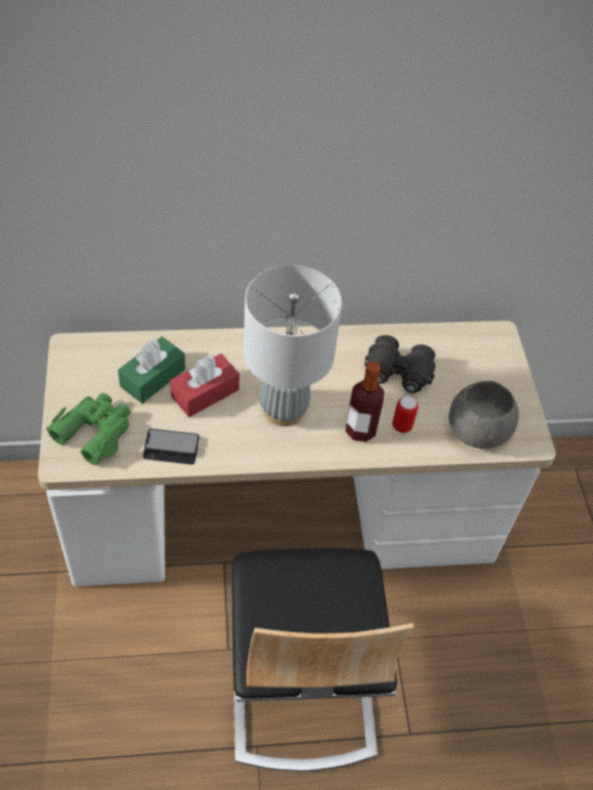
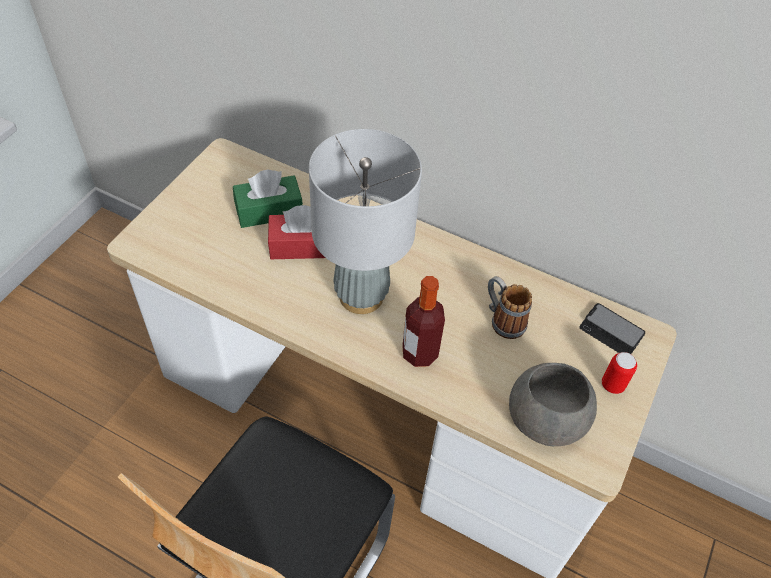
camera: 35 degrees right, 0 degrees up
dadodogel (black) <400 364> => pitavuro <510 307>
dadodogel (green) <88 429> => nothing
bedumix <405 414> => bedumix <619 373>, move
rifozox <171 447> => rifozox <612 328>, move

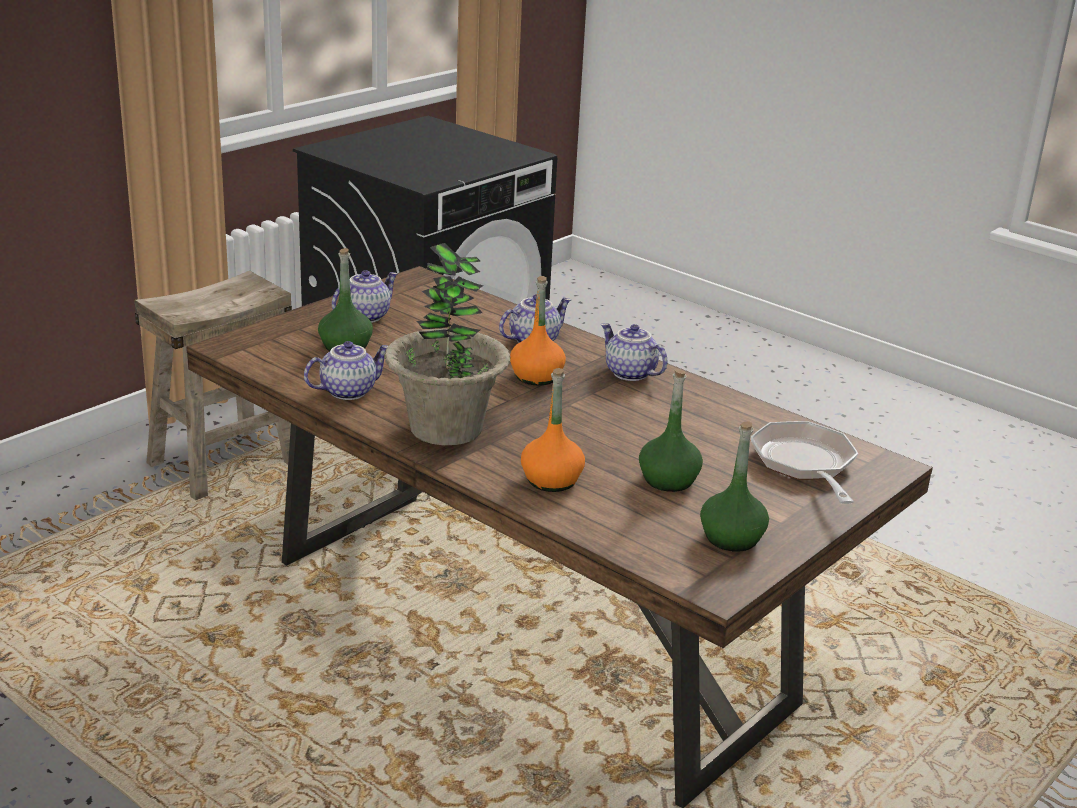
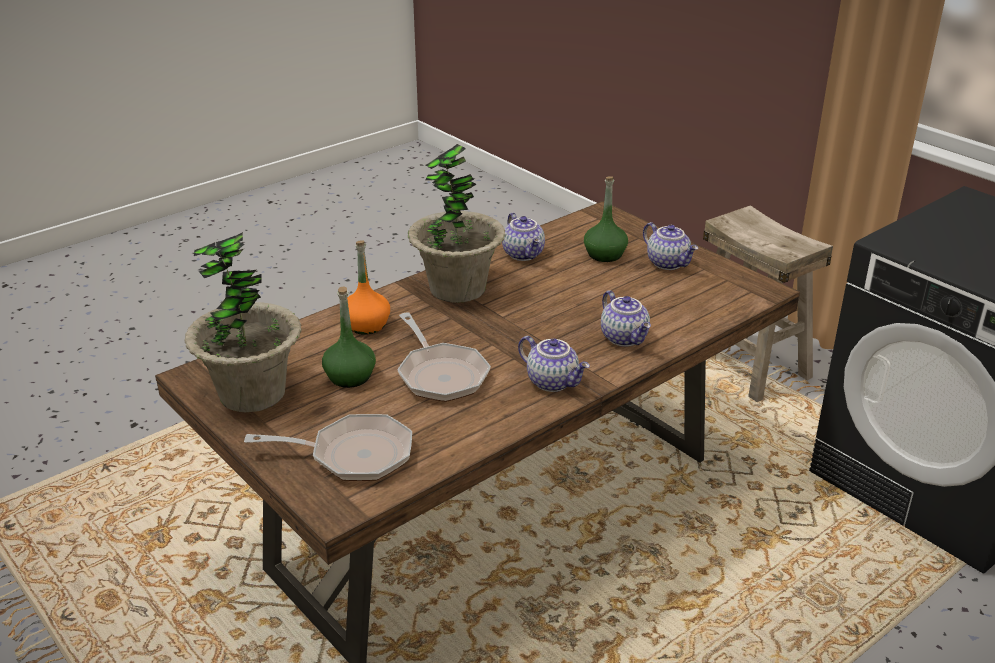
camera: 100 degrees right, 5 degrees up
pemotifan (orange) <538 331> => nothing
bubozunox <634 352> => bubozunox <554 364>, 75 degrees clockwise
pemotifan (green) <734 486> => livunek <243 322>
nothing => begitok <444 357>

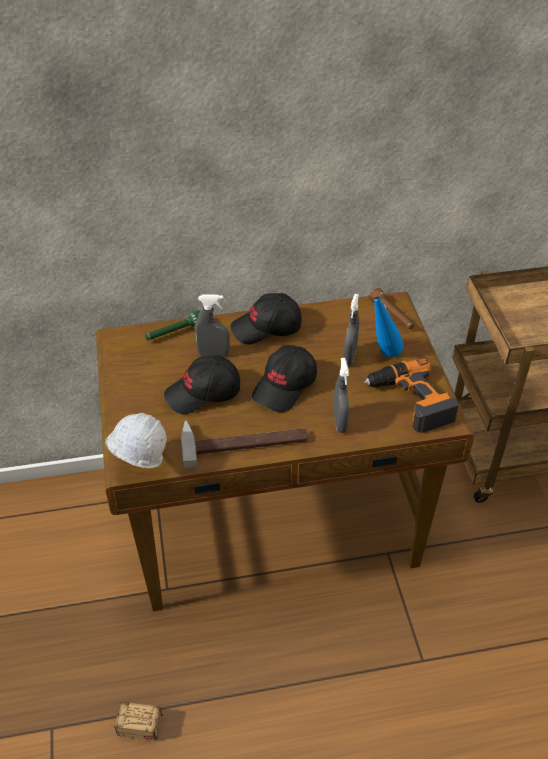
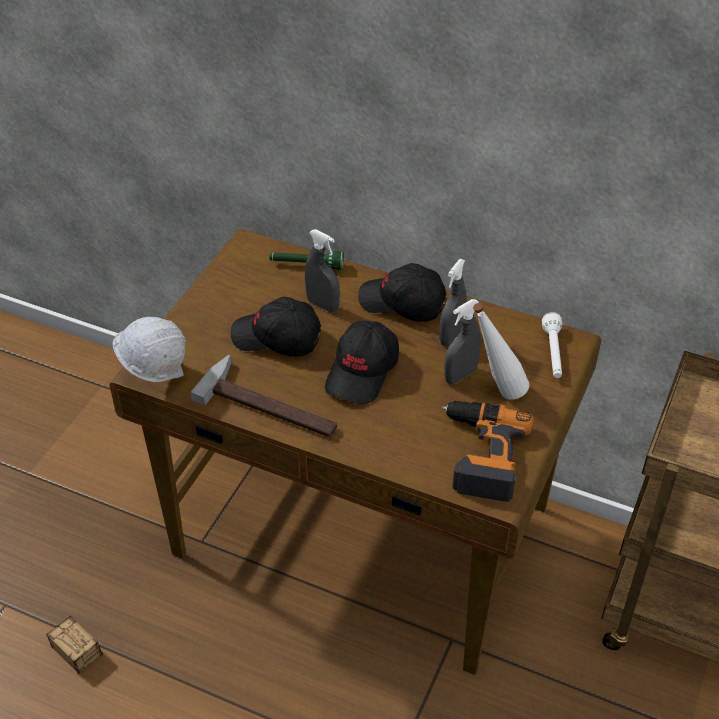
camera: 35 degrees right, 0 degrees up
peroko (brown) <391 308> => peroko (white) <552 345>
pemotifan (blue) <388 324> => pemotifan (white) <501 351>
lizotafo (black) <284 378> => lizotafo (black) <362 362>, 45 degrees counterclockwise
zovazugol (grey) <341 395> => zovazugol (grey) <452 302>, move

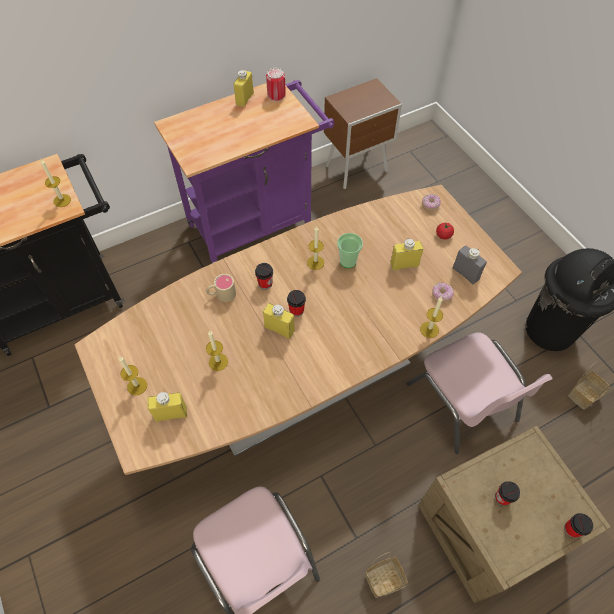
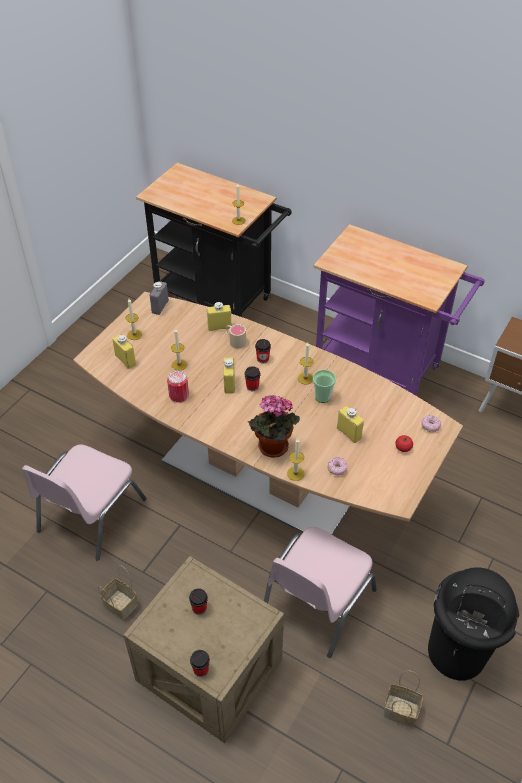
camera: 60 degrees right, 10 degrees down
bedumix <276 84> => bedumix <178 386>, move
pemotifan (yellow) <244 88> => pemotifan (yellow) <219 316>, move
pemotifan (grey) <470 265> => pemotifan (grey) <159 298>, move
nothing => livunek <274 426>

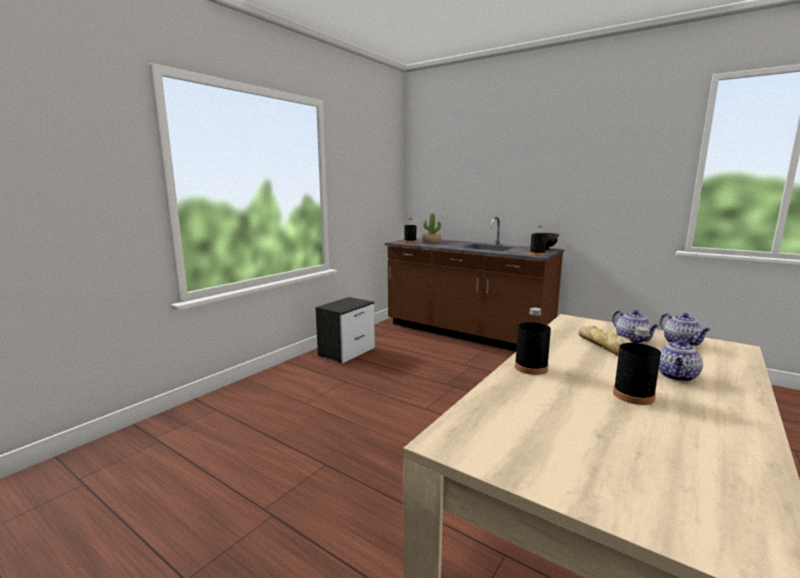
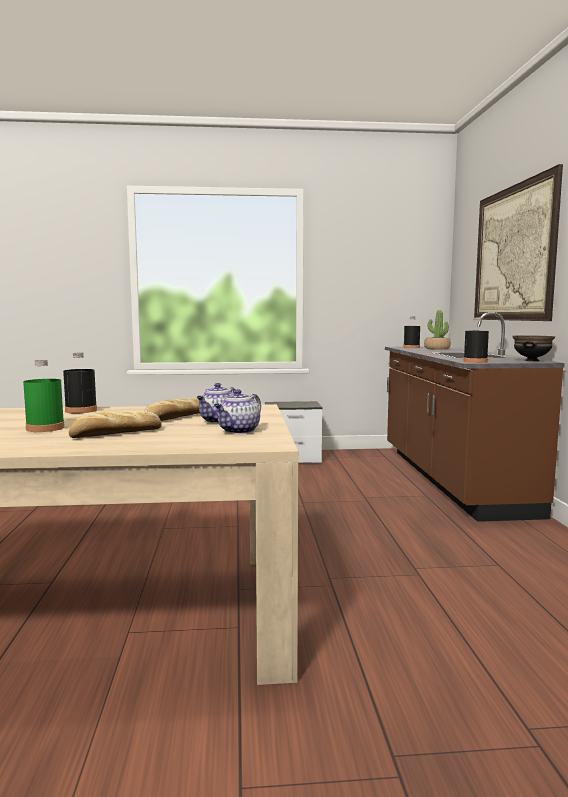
camera: 50 degrees right, 5 degrees down
pemotifan (black) <637 366> => pemotifan (green) <44 395>
bubozunox <681 360> => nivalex <115 424>
nothing => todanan <518 242>

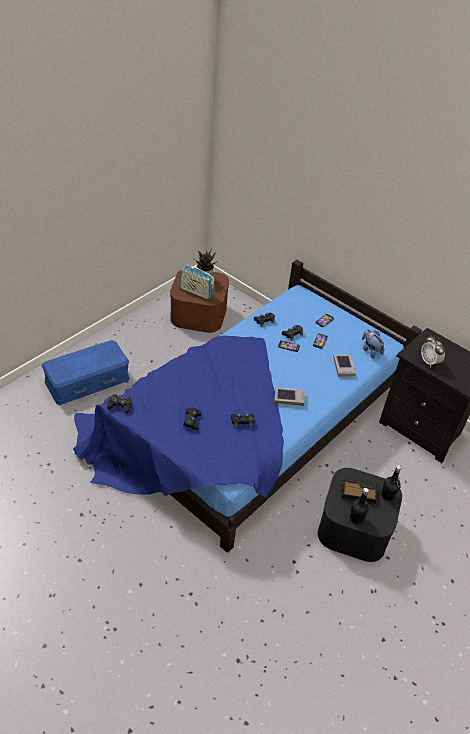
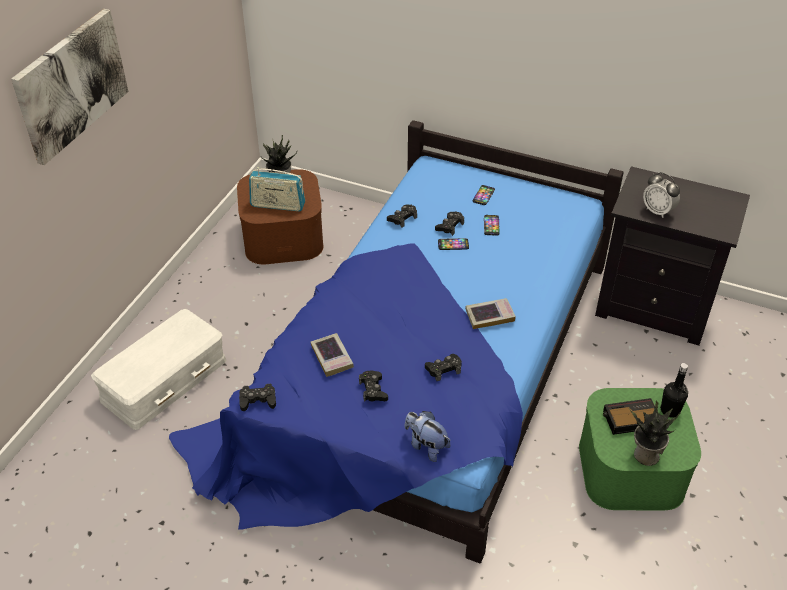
camera: 15 degrees left, 0 degrees up
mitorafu <373 344> => mitorafu <427 436>, move
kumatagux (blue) <86 372> => kumatagux (white) <158 369>
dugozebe <344 365> => dugozebe <332 355>, move
kumatagux (black) <360 515> => kumatagux (green) <640 449>
pemotifan (black) <359 506> => livunek <654 433>
nothing => todanan <69 87>

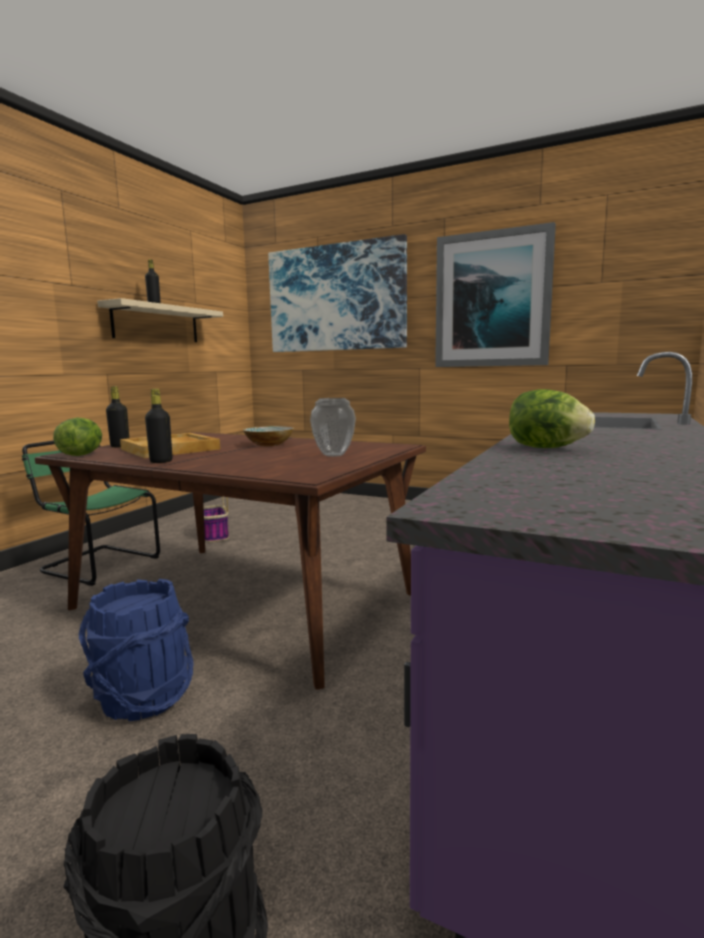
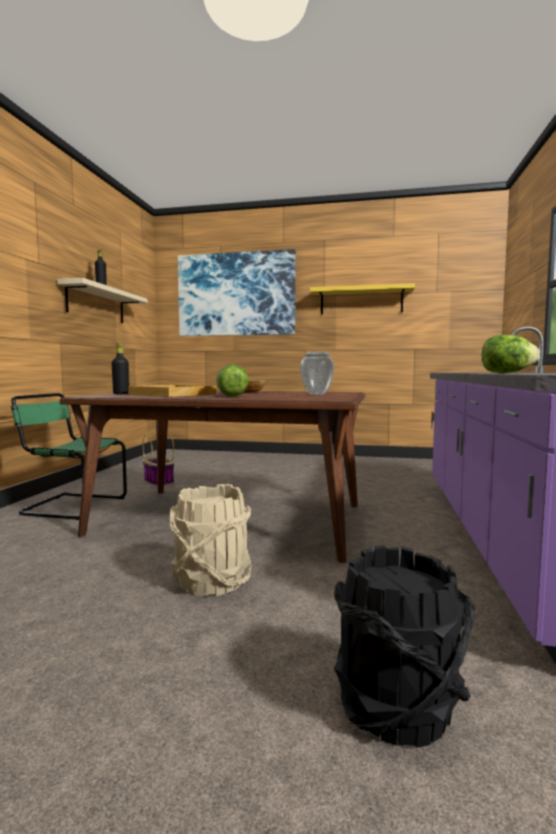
camera: 15 degrees left, 5 degrees down
todanan <495 294> => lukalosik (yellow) <362 298>
pemotifan (black) <159 426> => nothing
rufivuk <77 437> => rufivuk <232 380>, move
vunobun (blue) <136 650> => vunobun (beige) <210 540>

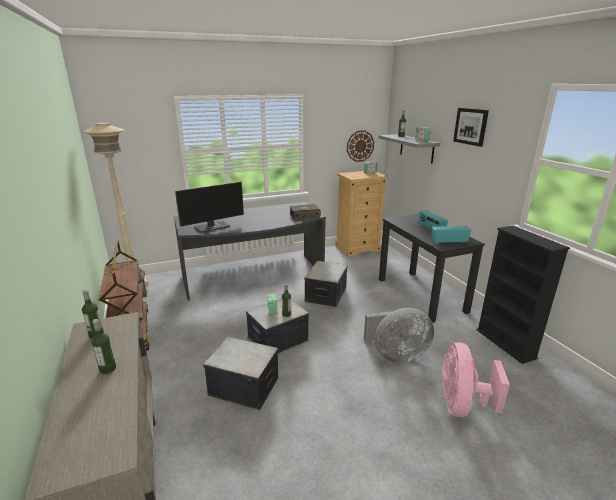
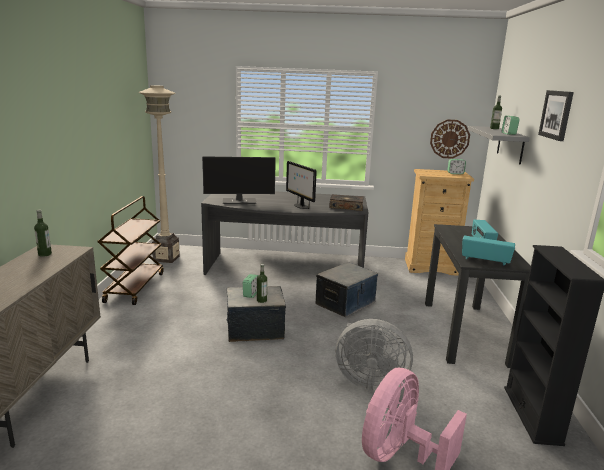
camera: 25 degrees right, 5 degrees down
pemotifan <104 346> => nothing
kumatagux <240 373> => nothing
nothing => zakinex <301 185>

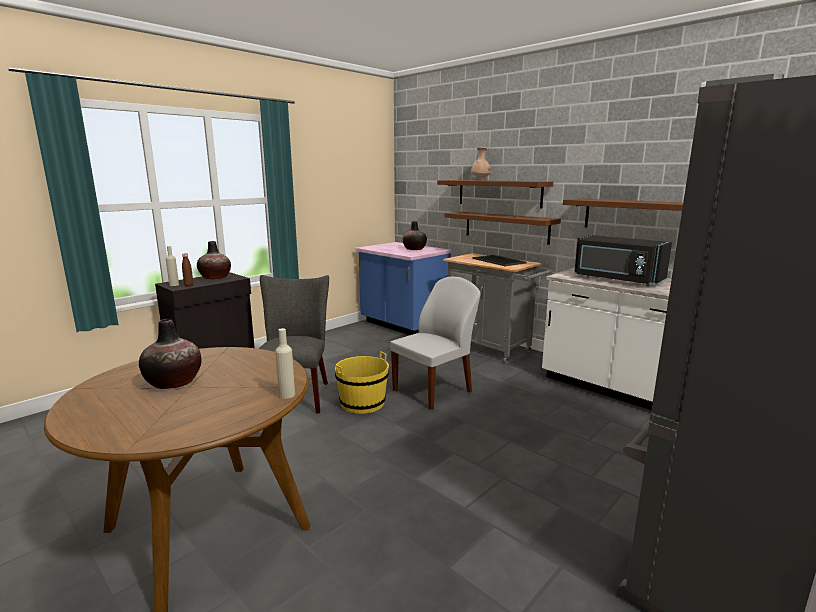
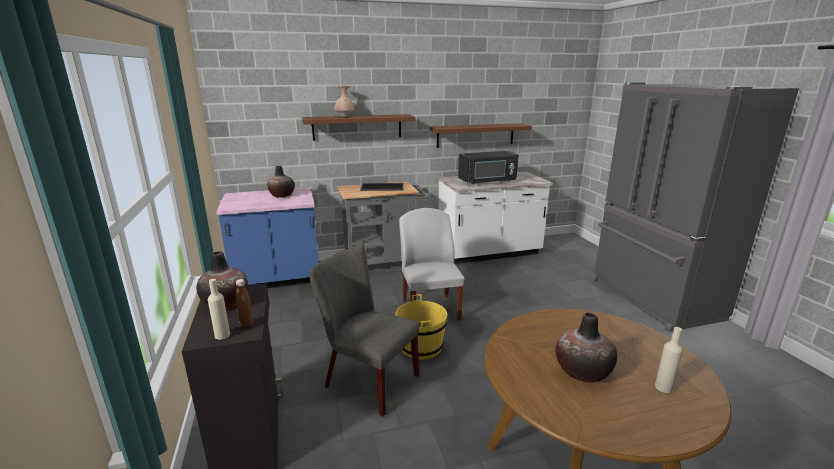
camera: 60 degrees left, 5 degrees up
lukalosik (brown) <502 228> => nothing
pemotifan (beige) <285 363> => pemotifan (beige) <669 360>, move

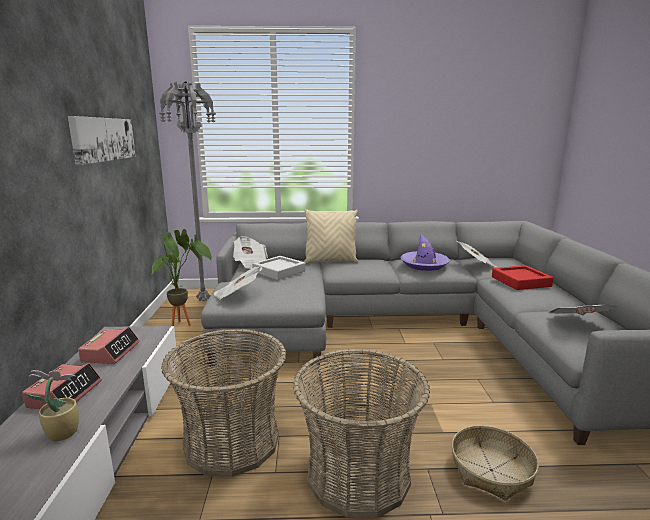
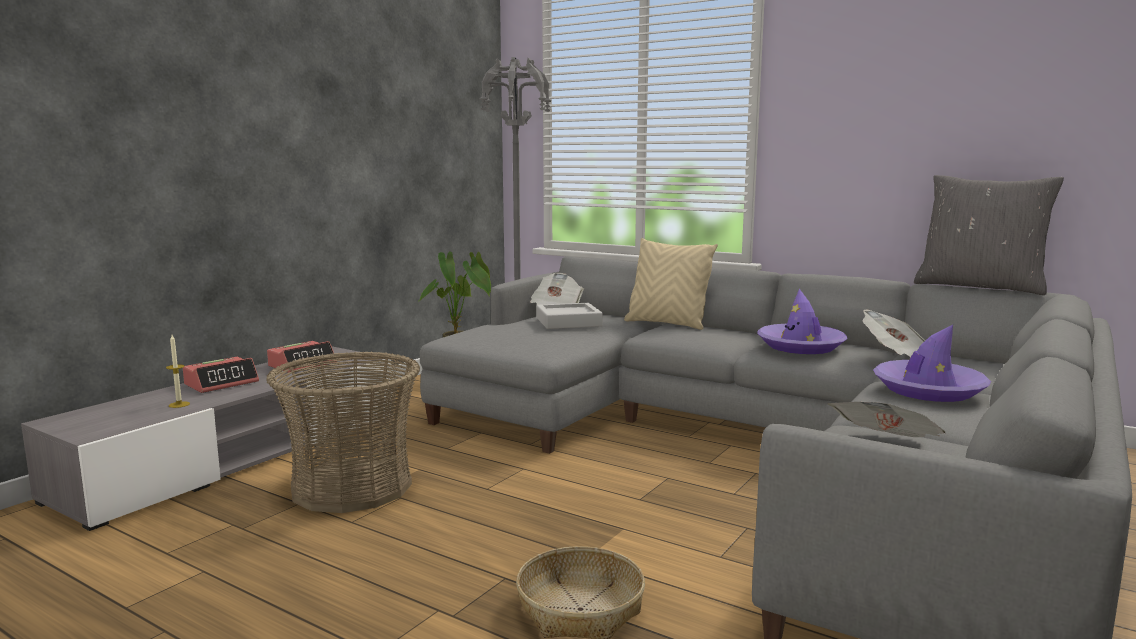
camera: 35 degrees right, 5 degrees down
todanan <102 140> => nothing
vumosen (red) <523 277> => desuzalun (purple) <932 363>
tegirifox <238 283> => nothing
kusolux <361 433> => nothing
livunek <52 405> => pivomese <178 371>
nothing => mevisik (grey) <989 235>

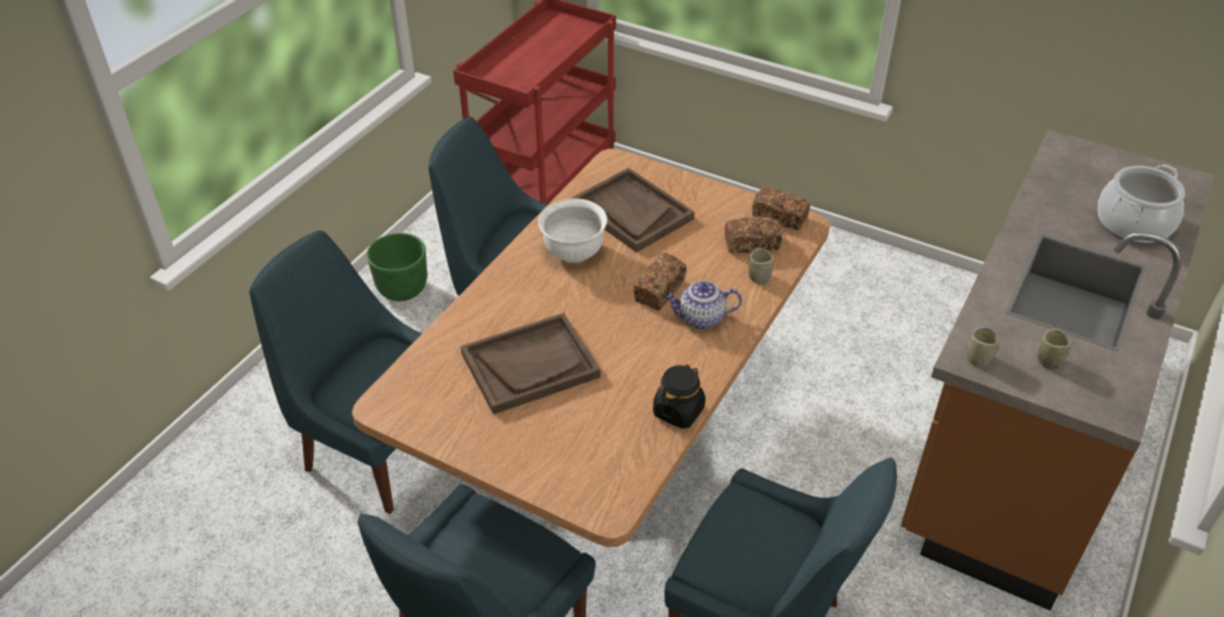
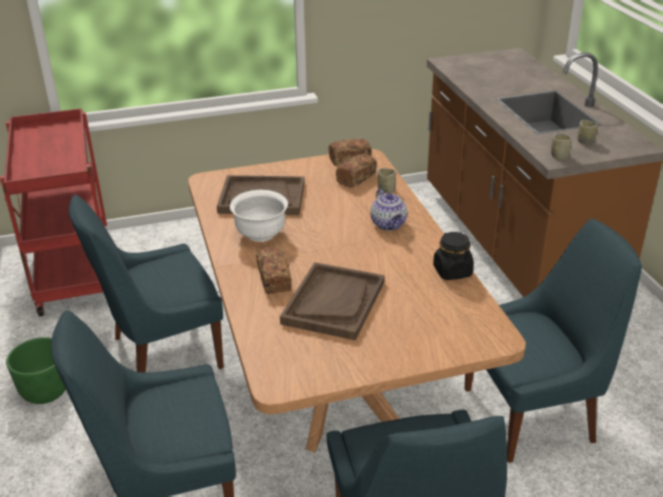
camera: 45 degrees left, 10 degrees down
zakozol <1141 204> => nothing
nivalex <660 282> => nivalex <273 270>, move
bubozunox <703 305> => bubozunox <388 210>, 60 degrees counterclockwise

